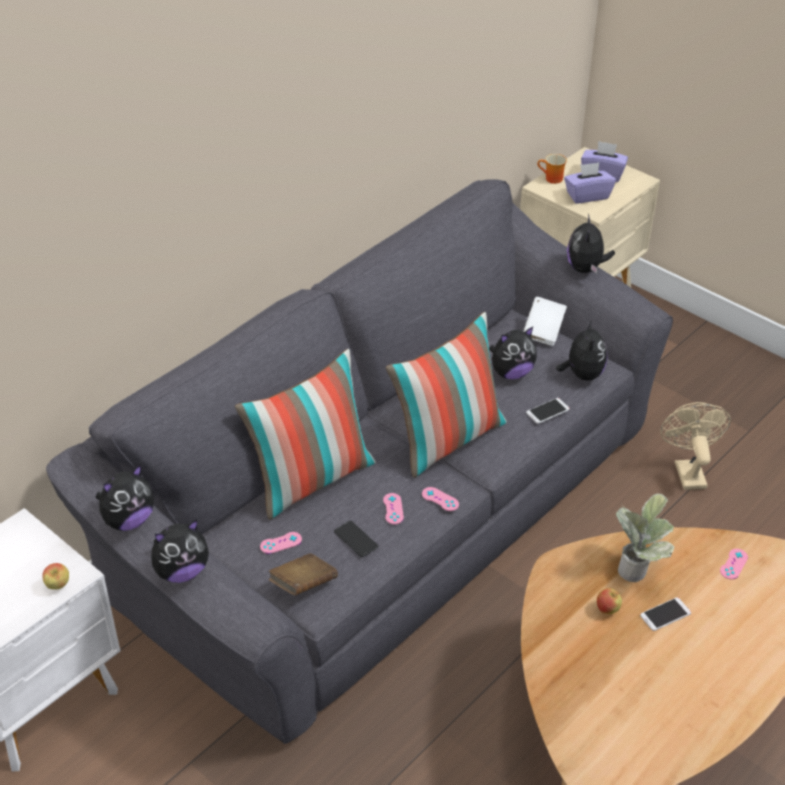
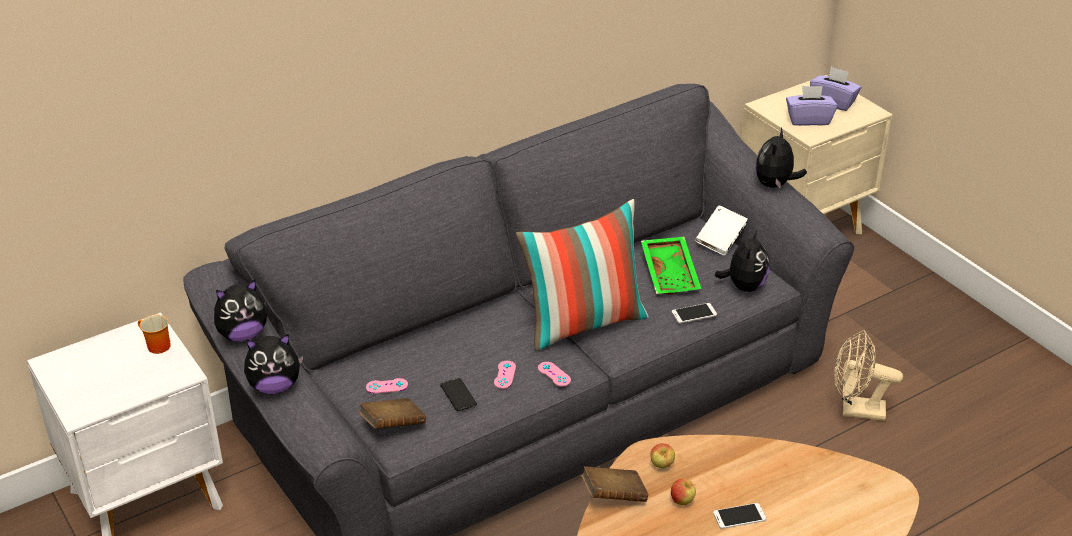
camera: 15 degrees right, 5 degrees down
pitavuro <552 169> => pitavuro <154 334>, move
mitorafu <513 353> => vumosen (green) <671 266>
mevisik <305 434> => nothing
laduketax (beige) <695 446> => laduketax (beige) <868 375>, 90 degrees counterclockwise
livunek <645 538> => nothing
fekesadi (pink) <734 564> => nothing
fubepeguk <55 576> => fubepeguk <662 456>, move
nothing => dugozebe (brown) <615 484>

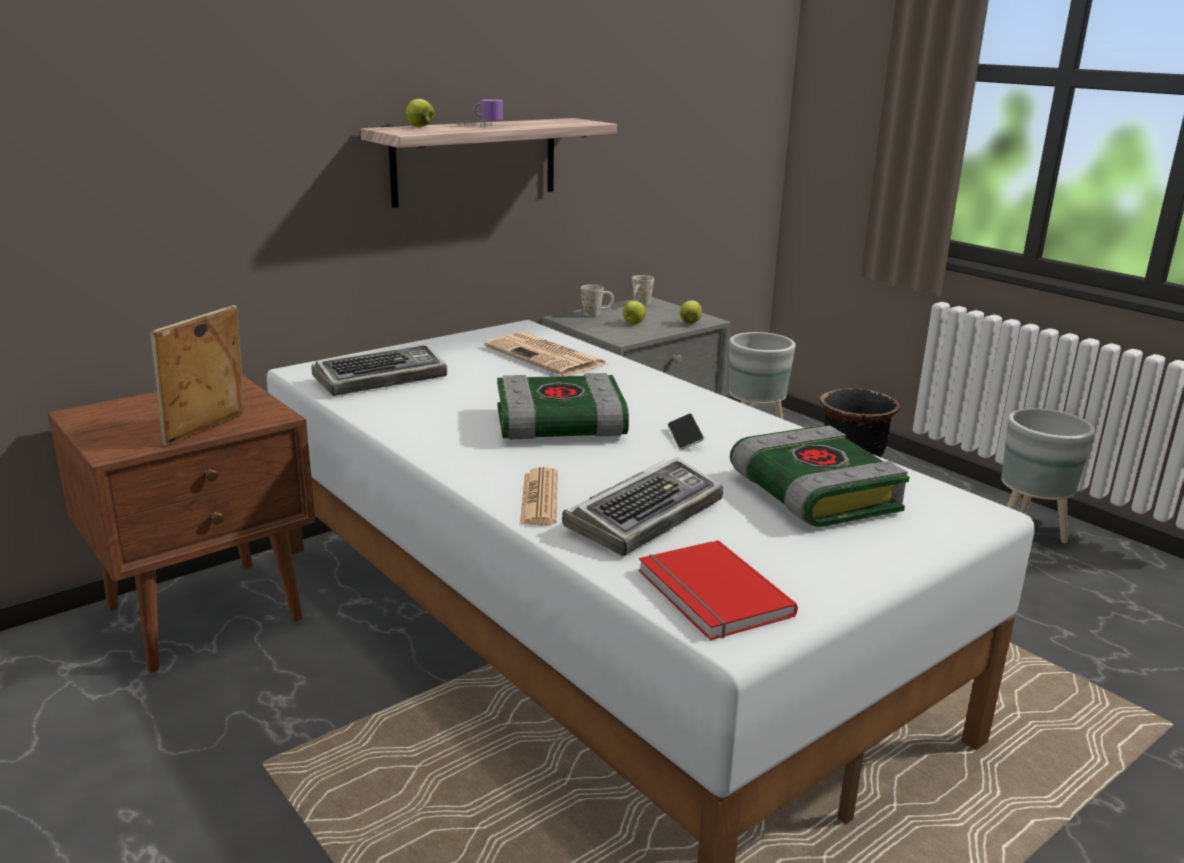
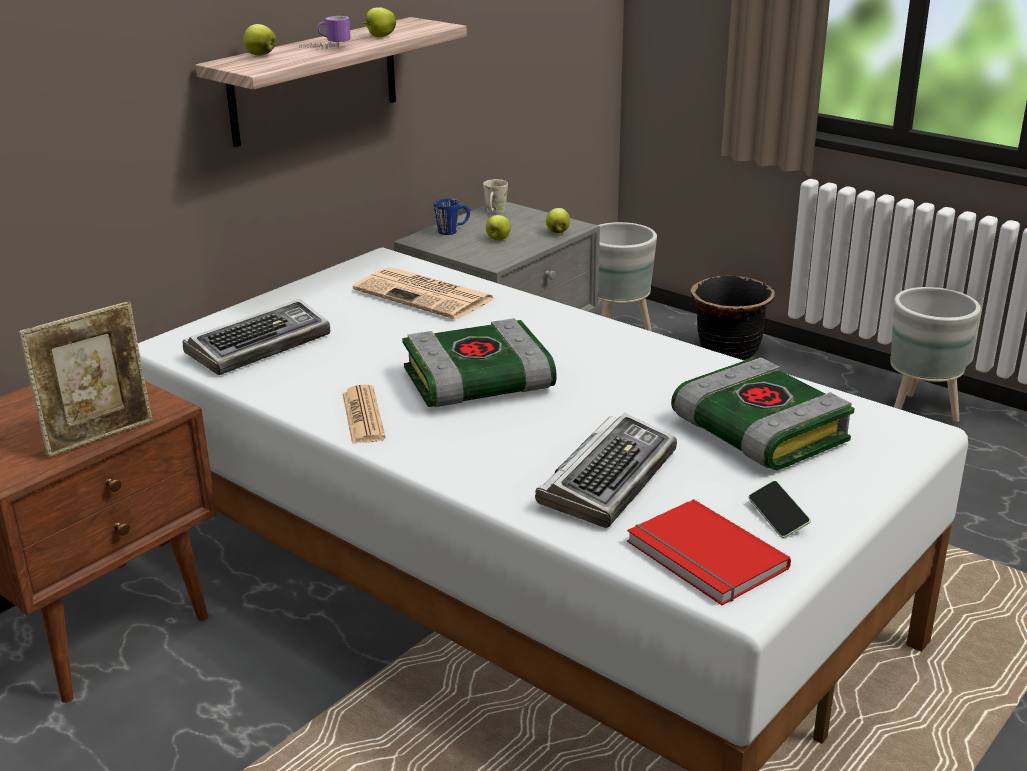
camera: 10 degrees left, 5 degrees up
pitavuro (white) <597 300> => pitavuro (blue) <451 216>
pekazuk <197 375> => pekazuk <86 379>, 150 degrees counterclockwise
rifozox <686 431> => rifozox <779 509>, move
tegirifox <539 496> => tegirifox <364 414>, move
nothing => fubepeguk <380 22>

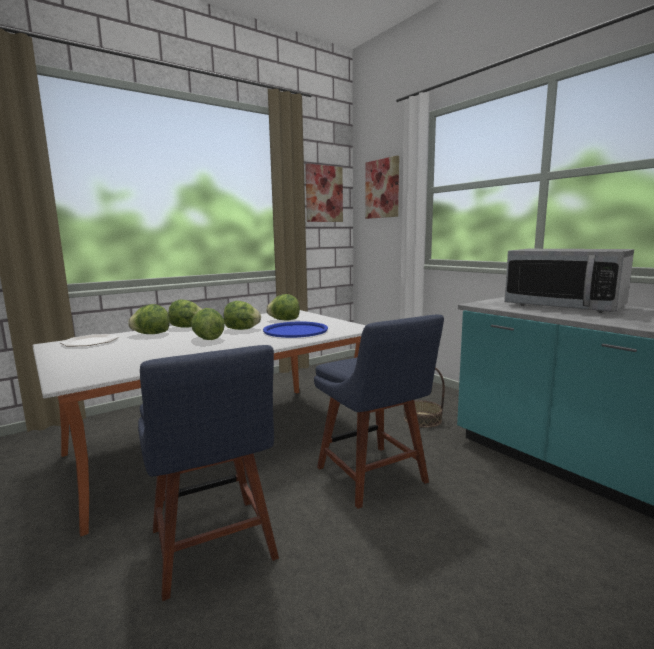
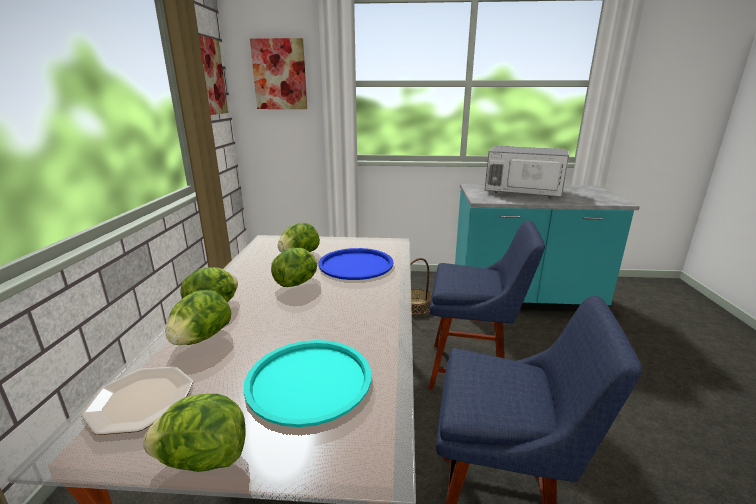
camera: 50 degrees left, 10 degrees up
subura <569 281> => subura <527 171>, 150 degrees counterclockwise
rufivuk <208 324> => rufivuk <194 433>, move
nothing => vumosen (turquoise) <307 383>

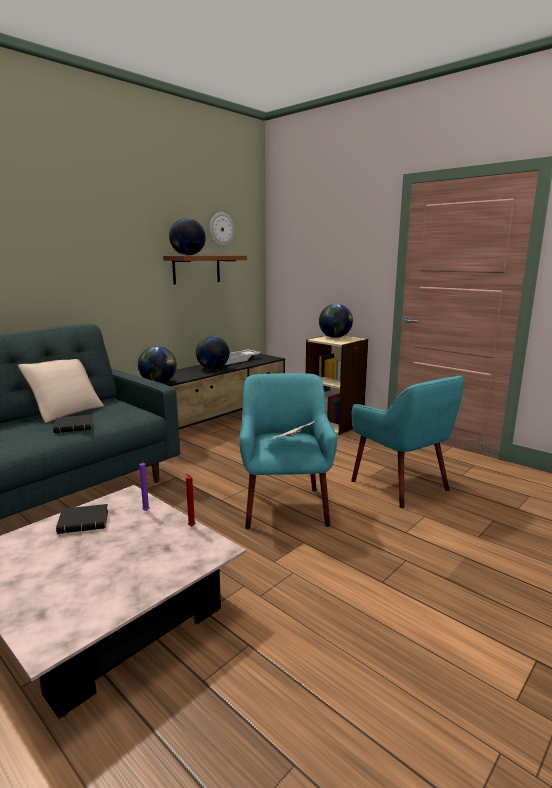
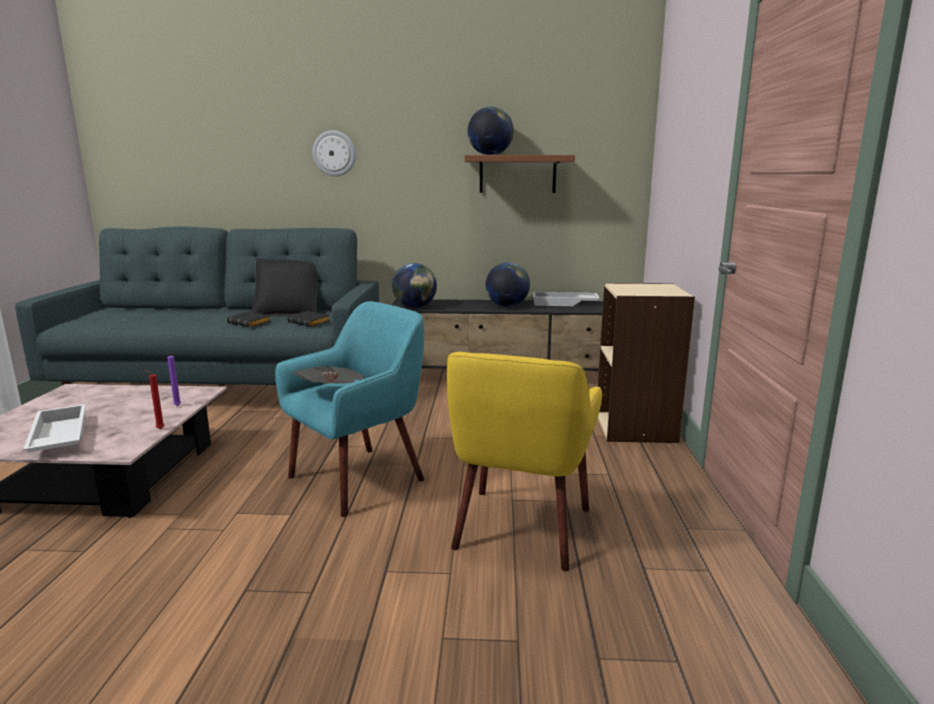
camera: 50 degrees right, 0 degrees up
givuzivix <222 229> => givuzivix <334 153>, move
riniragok <336 321> => nothing
mevisik (beige) <61 391> => mevisik (black) <285 286>
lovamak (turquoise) <407 442> => lovamak (yellow) <524 461>
dugozebe (black) <82 519> => dugozebe (black) <308 319>, move
nothing => vumosen (white) <54 428>

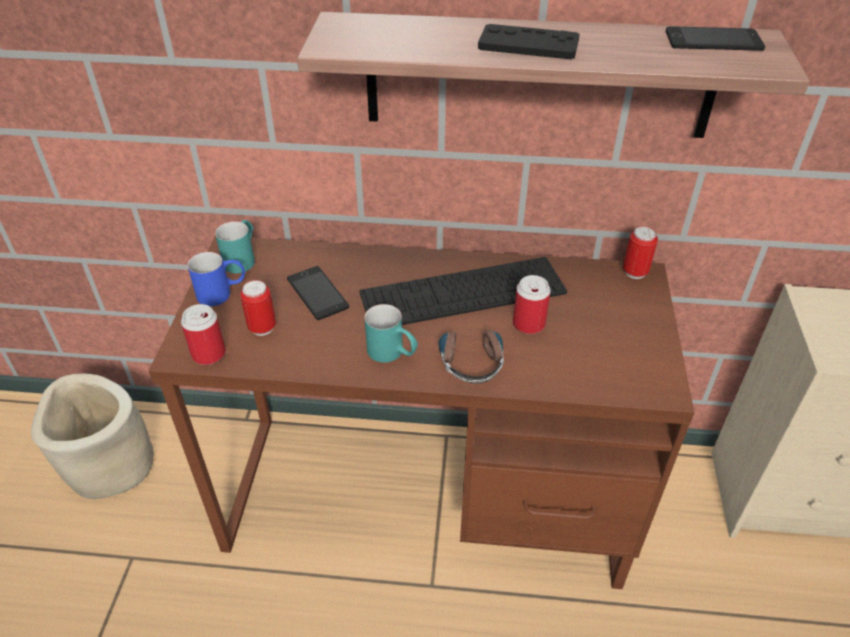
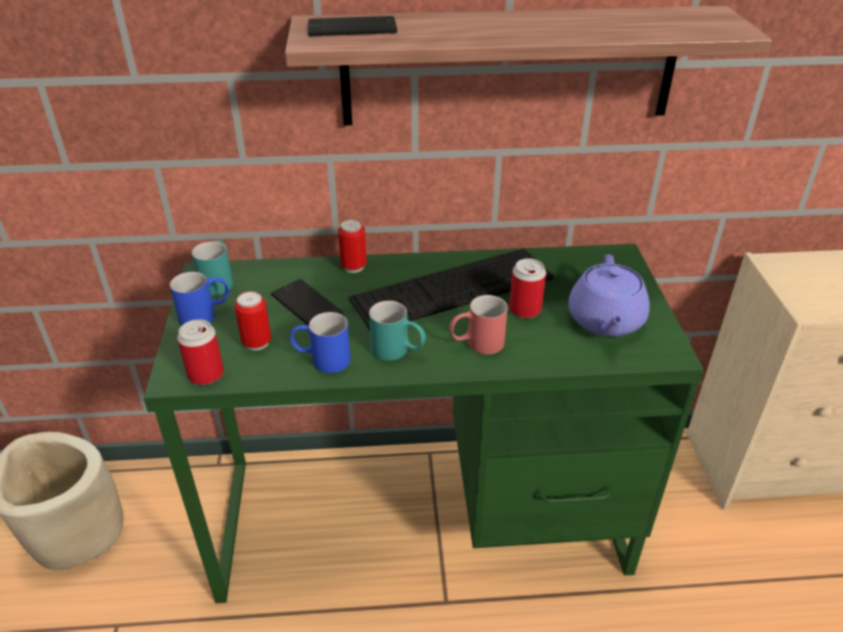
camera: 10 degrees left, 5 degrees down
fekesadi (black) <529 42> => nothing
rifozox <715 38> => rifozox <352 26>, move
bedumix <640 252> => bedumix <352 246>, move
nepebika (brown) <422 412> => nepebika (green) <423 423>
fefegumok <471 350> => pitavuro (red) <478 324>
nothing => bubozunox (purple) <609 295>
nothing => pitavuro (blue) <320 342>

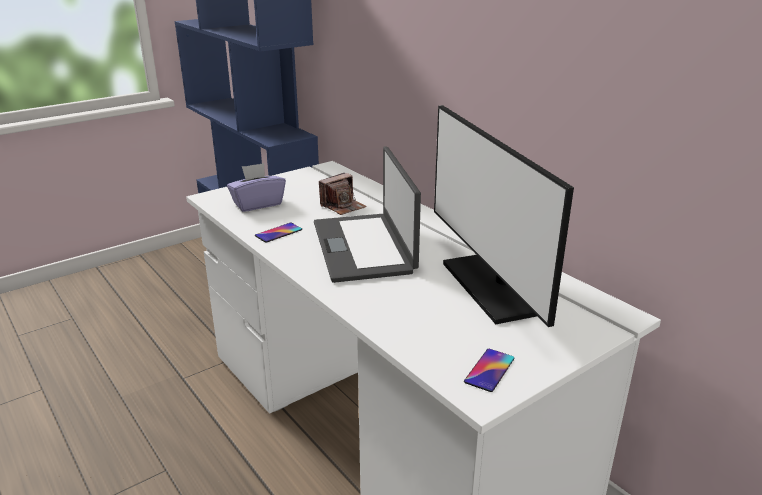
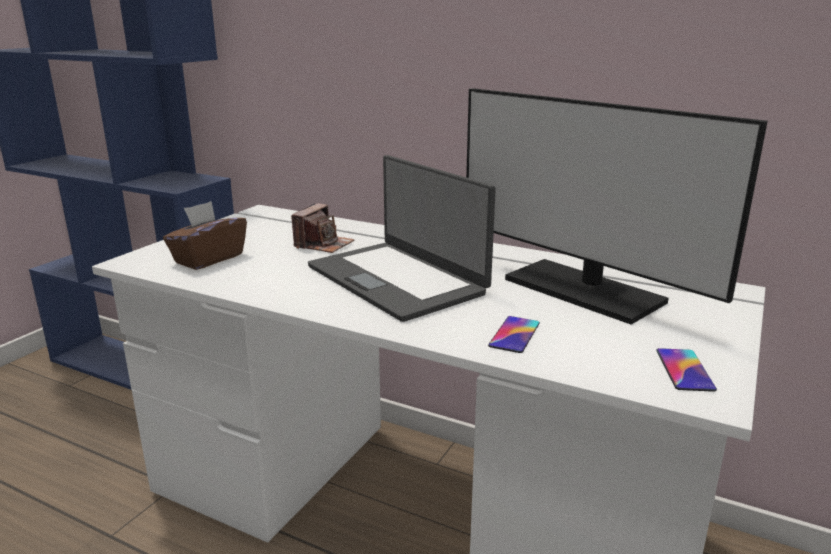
camera: 25 degrees left, 5 degrees down
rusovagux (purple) <256 187> => rusovagux (brown) <205 235>
rifozox <278 233> => rifozox <514 334>, move

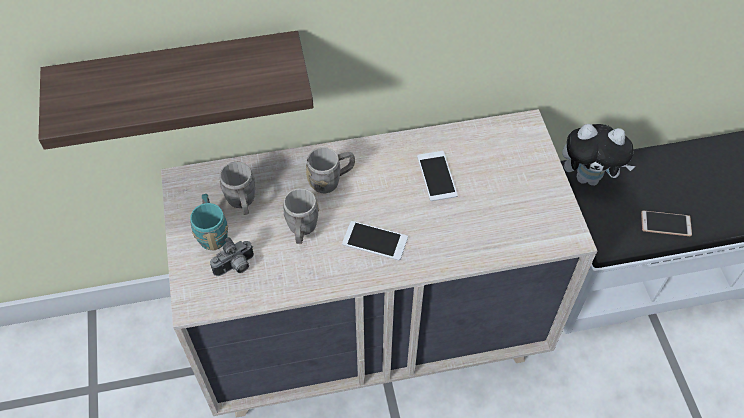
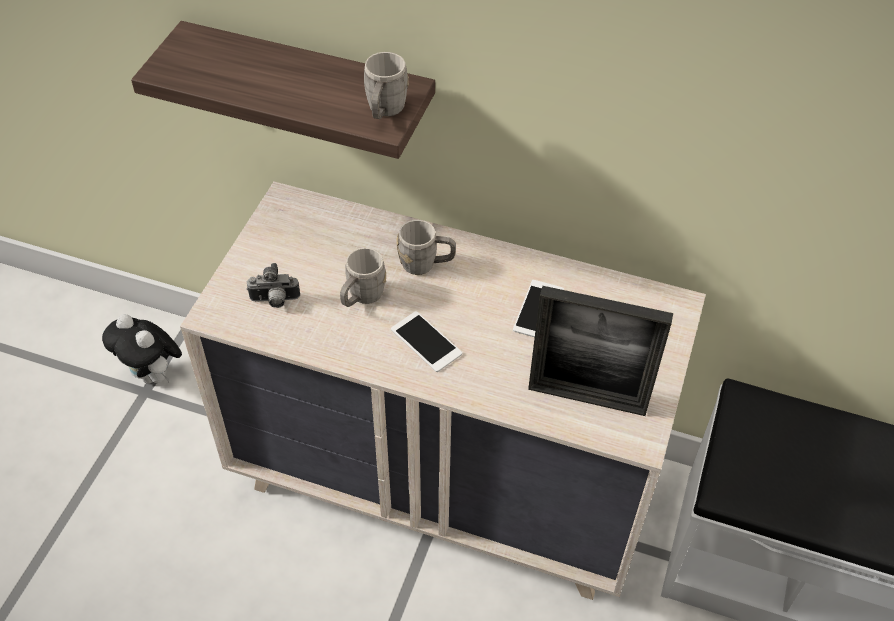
camera: 30 degrees right, 5 degrees down
mitorafu <599 155> => mitorafu <142 348>, move
pitavuro (grey) <237 188> => pitavuro (grey) <386 85>, move
pitavuro (turquoise) <209 222> => nothing
rifozox <666 223> => nothing
nothing => pekazuk <600 351>

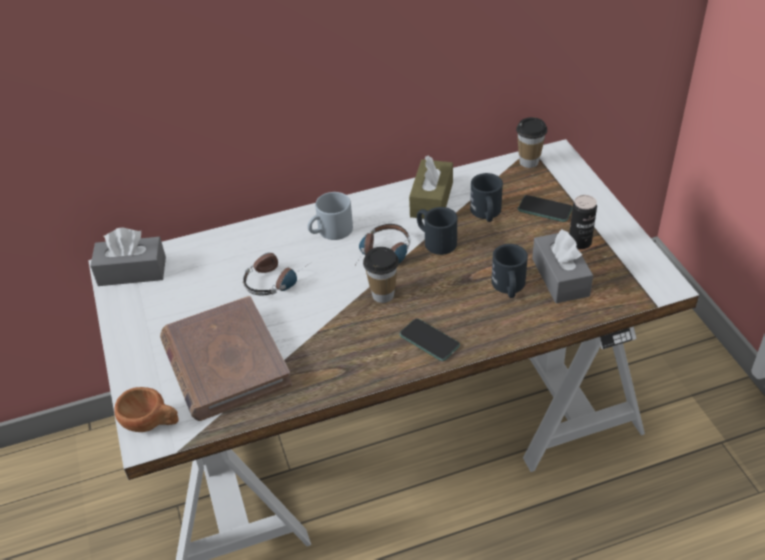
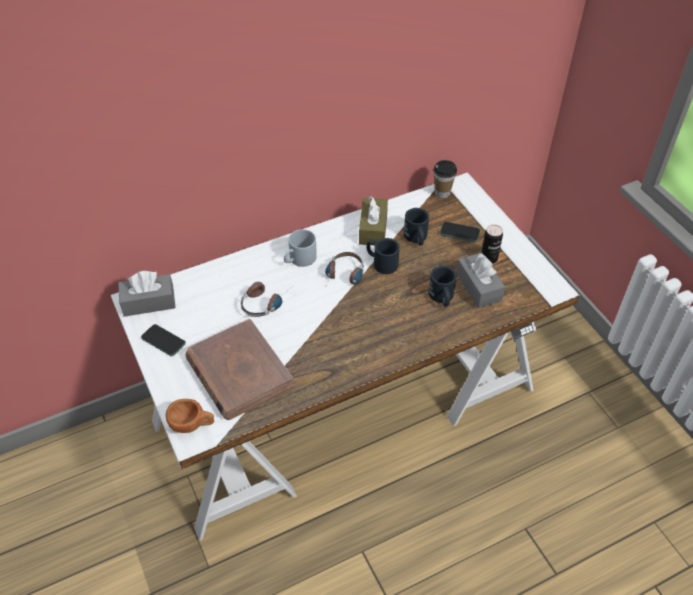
camera: 10 degrees left, 5 degrees up
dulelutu <381 275> => nothing
rifozox <429 339> => rifozox <163 340>, move

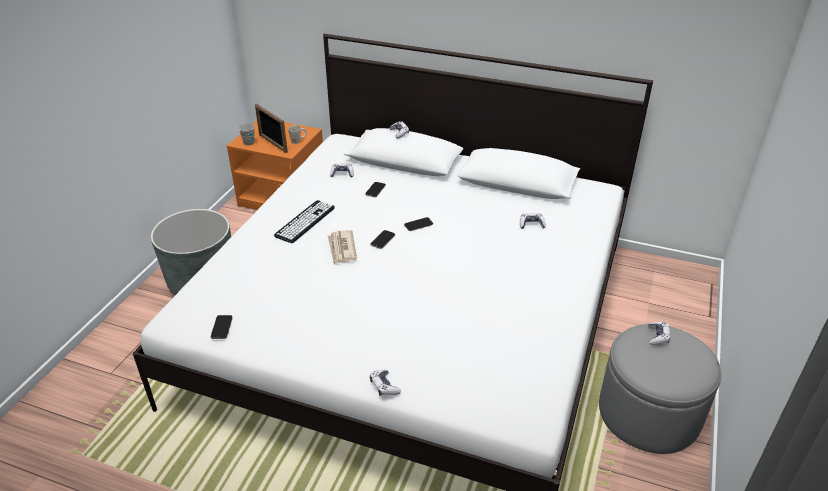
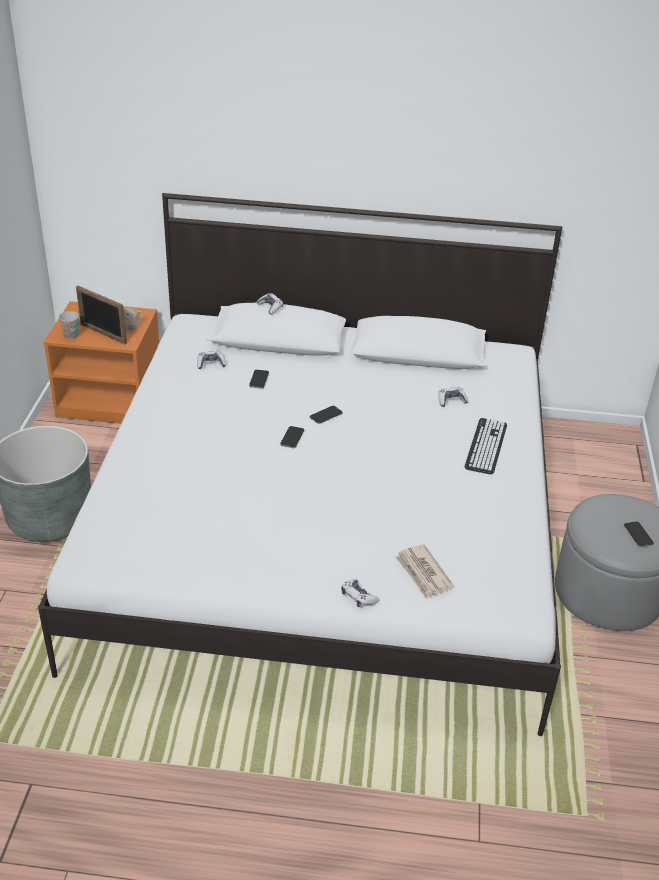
camera: 15 degrees left, 0 degrees up
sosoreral <304 221> => sosoreral <486 446>, move
tegirifox <342 247> => tegirifox <424 571>, move
rifozox <222 327> => rifozox <639 534>, move
fekesadi <659 333> => nothing

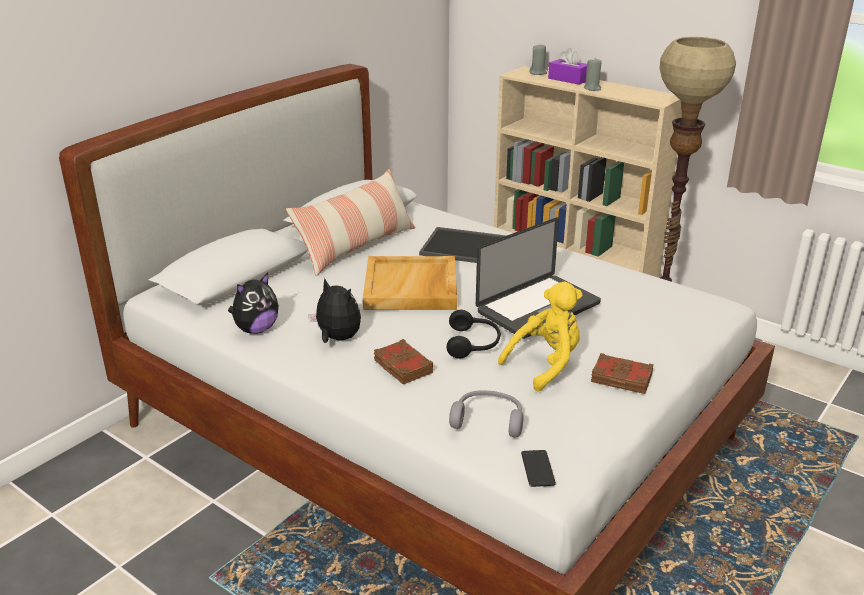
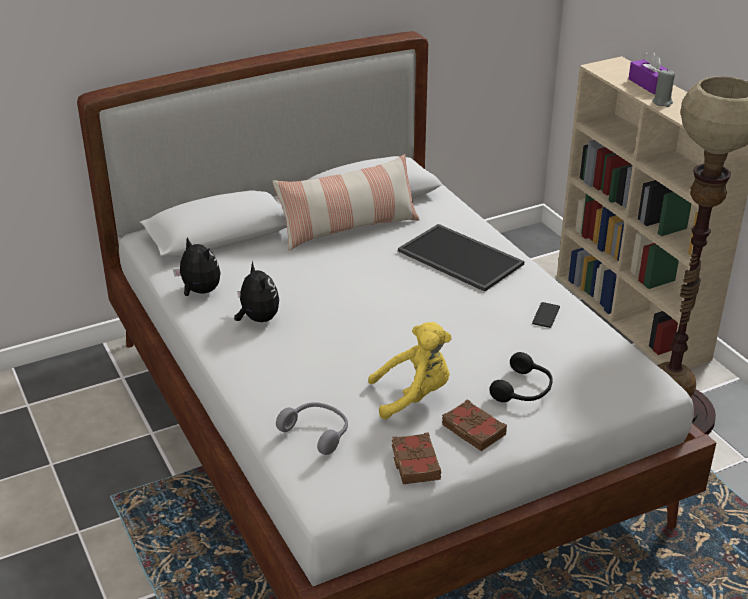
camera: 25 degrees right, 5 degrees up
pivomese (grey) <538 59> => nothing
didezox <538 278> => nothing
vumosen (beige) <410 283> => nothing
mitorafu <253 303> => mitorafu <197 266>, 120 degrees counterclockwise
fefegumok (black) <474 334> => fefegumok (black) <521 377>, move
dugozebe (brown) <403 361> => dugozebe (brown) <416 458>, move
rifozox <538 468> => rifozox <546 315>, move

